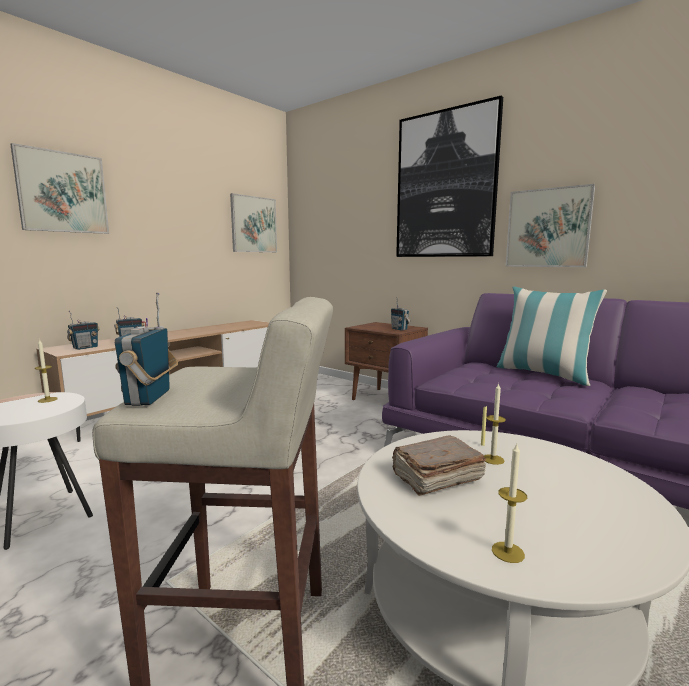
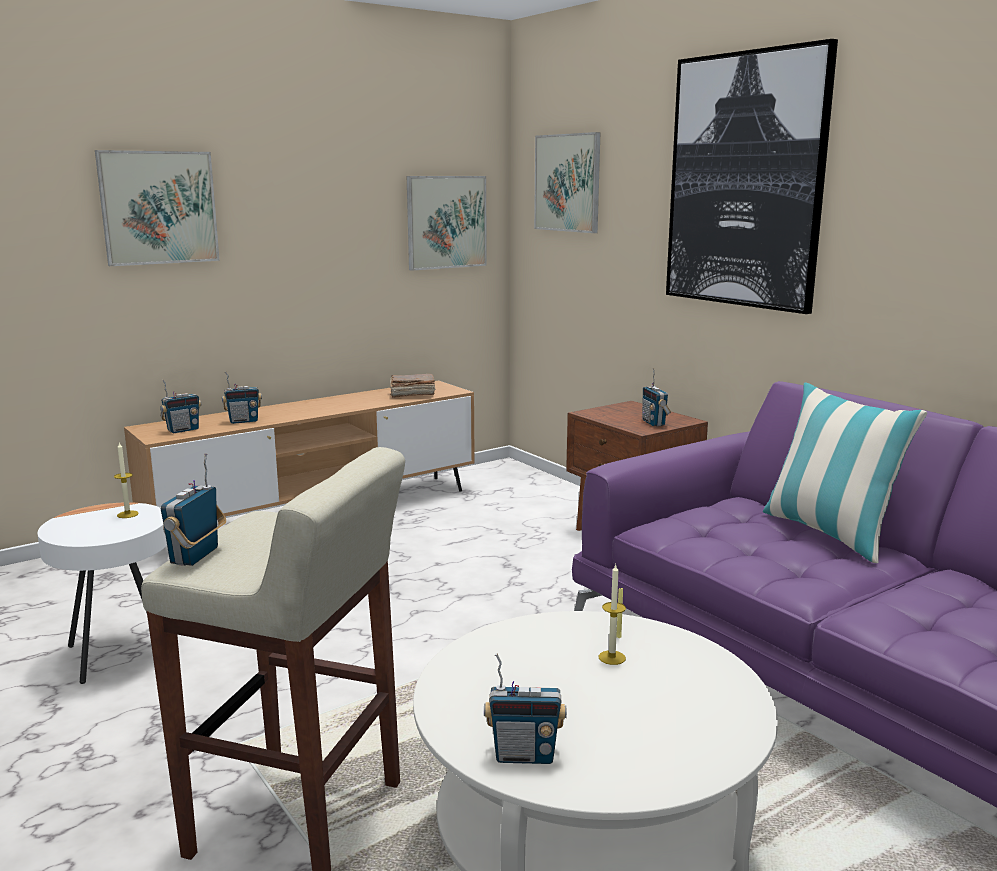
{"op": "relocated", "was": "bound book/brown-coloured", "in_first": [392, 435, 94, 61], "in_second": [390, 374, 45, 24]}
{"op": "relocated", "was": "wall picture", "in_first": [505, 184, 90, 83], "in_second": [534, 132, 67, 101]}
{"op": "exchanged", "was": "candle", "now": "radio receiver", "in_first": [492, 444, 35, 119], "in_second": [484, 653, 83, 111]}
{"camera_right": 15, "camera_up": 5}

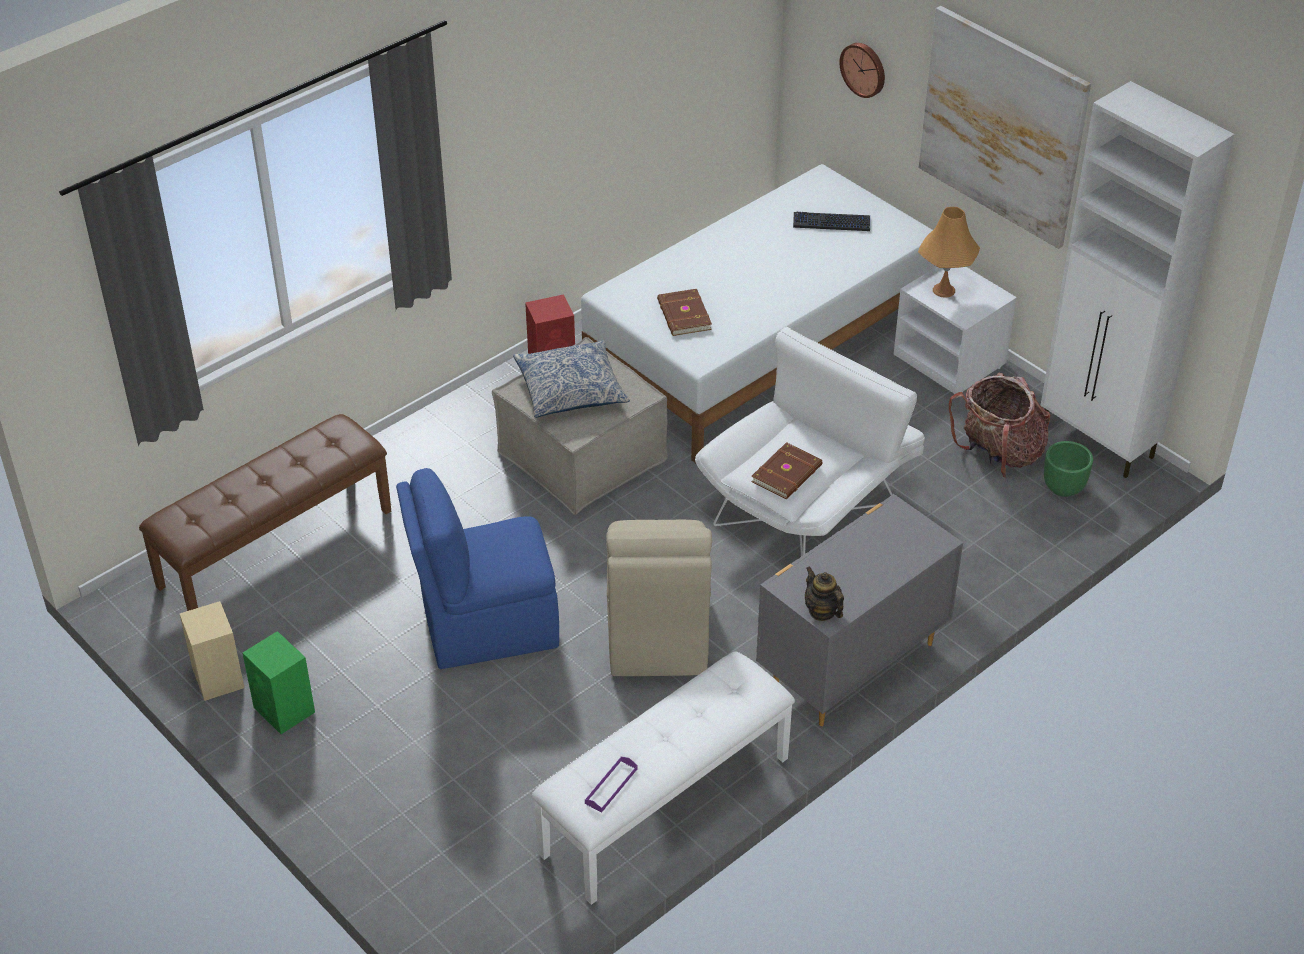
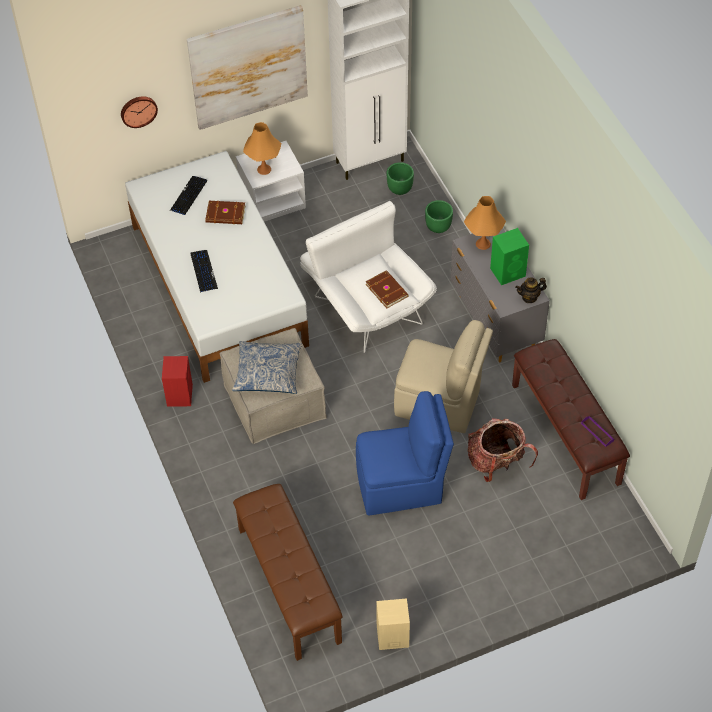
{"op": "appeared", "now": "computer keyboard", "in_second": [190, 250, 28, 43]}
{"op": "appeared", "now": "planter/green-coloured", "in_second": [425, 200, 28, 33]}
{"op": "appeared", "now": "lamp for a table/orange", "in_second": [464, 196, 42, 54]}
{"op": "relocated", "was": "audio speaker/green-coloured", "in_first": [242, 631, 73, 103], "in_second": [490, 228, 39, 57]}
{"op": "relocated", "was": "bound book/brown-coloured", "in_first": [657, 289, 55, 47], "in_second": [205, 201, 40, 23]}
{"op": "relocated", "was": "rucksack", "in_first": [949, 373, 101, 106], "in_second": [467, 418, 71, 64]}
{"op": "colour", "was": "indoor bench/whitish", "now": "indoor bench/brown-coloured", "in_first": [531, 651, 264, 254], "in_second": [512, 339, 118, 161]}
{"op": "spun", "was": "upright chair/bluish", "in_first": [396, 468, 163, 201], "in_second": [356, 391, 98, 125], "clockwise": -105}
{"camera_right": -70, "camera_up": 10}

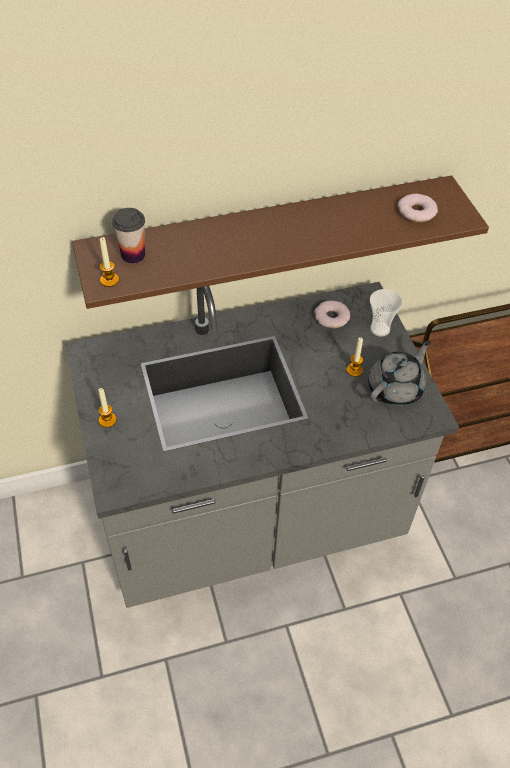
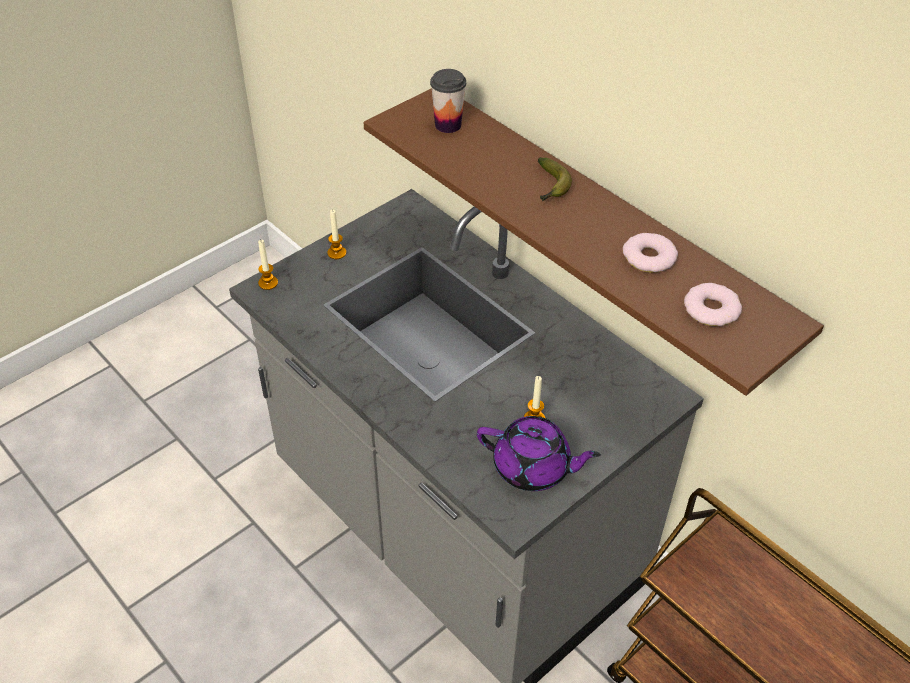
{"op": "missing", "was": "drinking cup", "in_first": [370, 289, 33, 48]}
{"op": "appeared", "now": "banana", "in_second": [538, 158, 34, 43]}
{"op": "relocated", "was": "candle", "in_first": [100, 237, 19, 50], "in_second": [258, 240, 20, 50]}
{"op": "relocated", "was": "ring doughnut", "in_first": [314, 300, 36, 28], "in_second": [623, 233, 55, 40]}
{"op": "colour", "was": "tea pot/gray", "now": "tea pot/purple", "in_first": [368, 340, 63, 66], "in_second": [477, 416, 124, 75]}
{"camera_right": 65, "camera_up": -5}

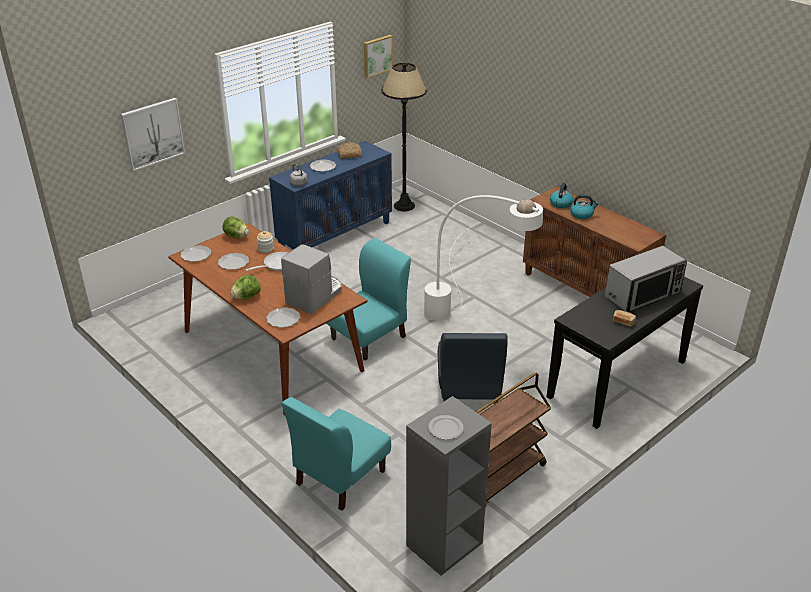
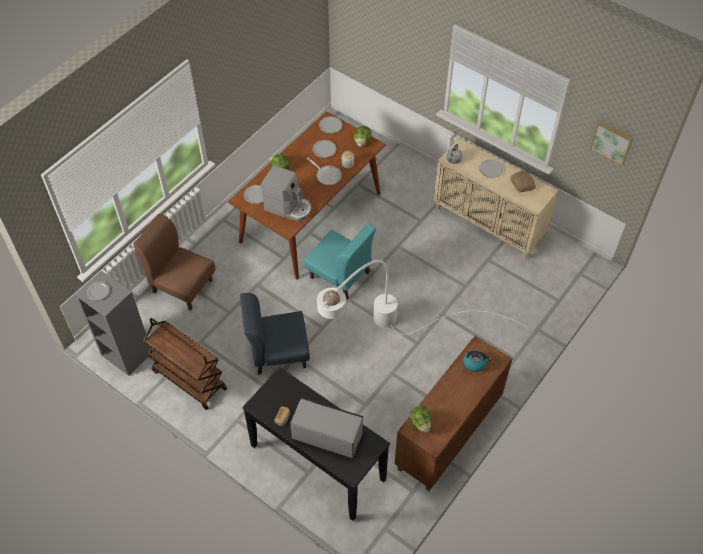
{"op": "missing", "was": "wall picture", "in_first": [121, 98, 64, 73]}
{"op": "missing", "was": "floor lamp/blackish", "in_first": [381, 63, 46, 149]}
{"op": "missing", "was": "tea kettle", "in_first": [570, 194, 29, 25]}
{"op": "appeared", "now": "lettuce head", "in_second": [410, 405, 22, 28]}
{"op": "colour", "was": "storage cabinet/bluish", "now": "storage cabinet/beige-coloured", "in_first": [269, 141, 123, 109], "in_second": [434, 138, 125, 121]}
{"op": "colour", "was": "upright chair/turquoise-coloured", "now": "upright chair/brown-coloured", "in_first": [282, 397, 109, 114], "in_second": [133, 214, 82, 96]}
{"op": "spun", "was": "microwave", "in_first": [605, 246, 82, 66], "in_second": [290, 397, 73, 61], "clockwise": 150}
{"camera_right": 80, "camera_up": 20}

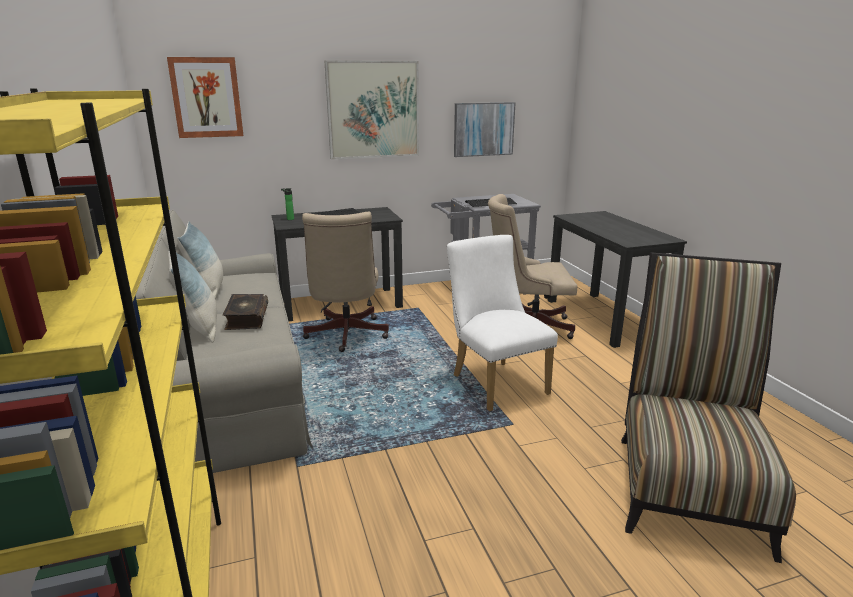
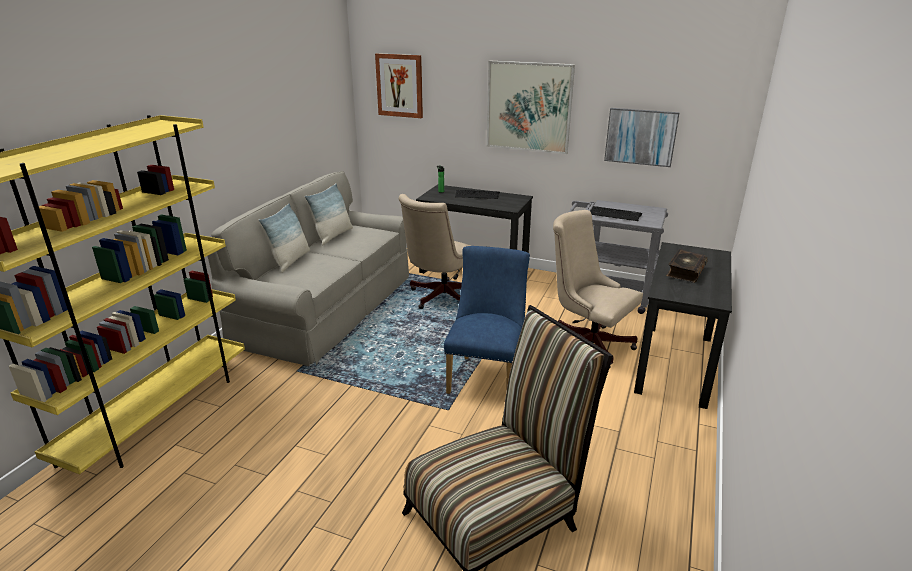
{"op": "relocated", "was": "bound book", "in_first": [223, 294, 45, 36], "in_second": [666, 249, 42, 34]}
{"op": "colour", "was": "upright chair/whitish", "now": "upright chair/bluish", "in_first": [447, 235, 111, 176], "in_second": [444, 246, 86, 148]}
{"camera_right": 40, "camera_up": 5}

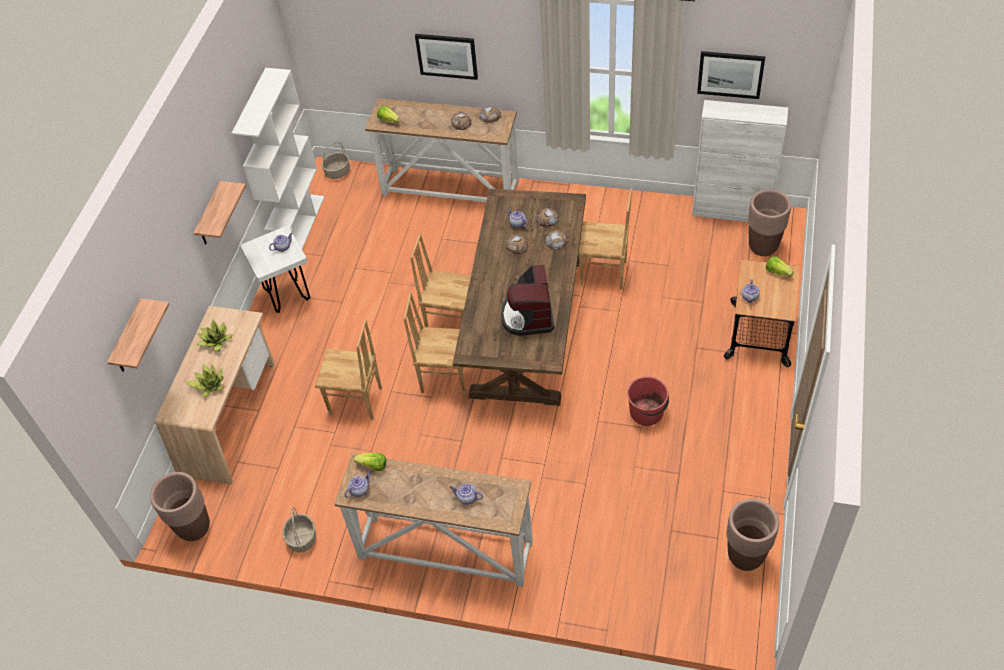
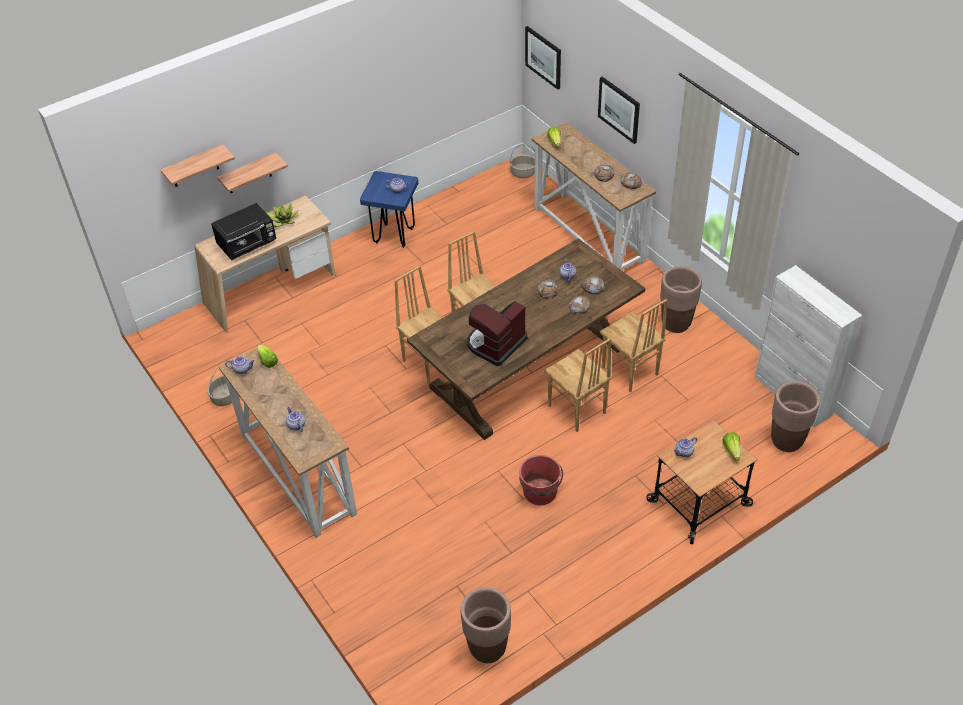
{"op": "missing", "was": "bookshelf/whitish", "in_first": [232, 68, 92, 181]}
{"op": "relocated", "was": "planter/brown-coloured", "in_first": [150, 472, 60, 69], "in_second": [660, 266, 42, 67]}
{"op": "relocated", "was": "shelf", "in_first": [194, 181, 52, 63], "in_second": [217, 152, 71, 41]}
{"op": "relocated", "was": "upright chair/brown-coloured", "in_first": [315, 320, 67, 100], "in_second": [544, 338, 68, 94]}
{"op": "relocated", "was": "wall picture", "in_first": [697, 51, 68, 48], "in_second": [525, 26, 36, 64]}
{"op": "exchanged", "was": "potted plant", "now": "microwave/blackish", "in_first": [185, 364, 38, 33], "in_second": [211, 203, 65, 57]}
{"op": "colour", "was": "stool seat/whitish", "now": "stool seat/bluish", "in_first": [241, 226, 69, 87], "in_second": [360, 171, 58, 77]}
{"camera_right": 40, "camera_up": -5}

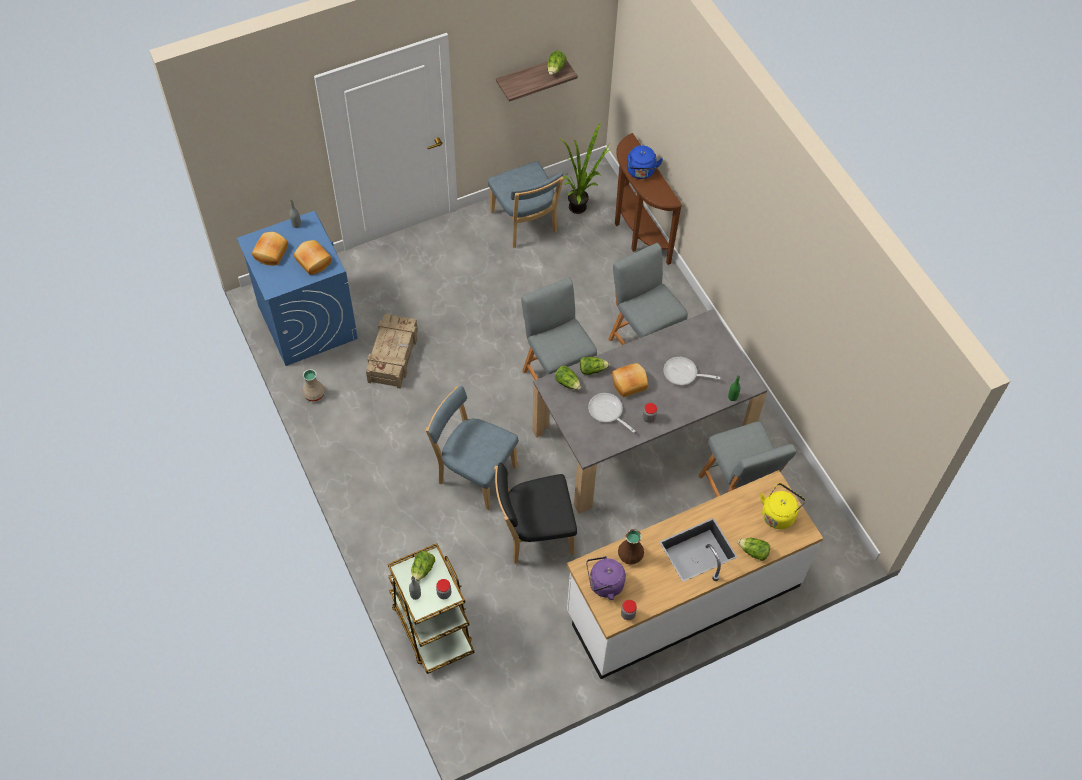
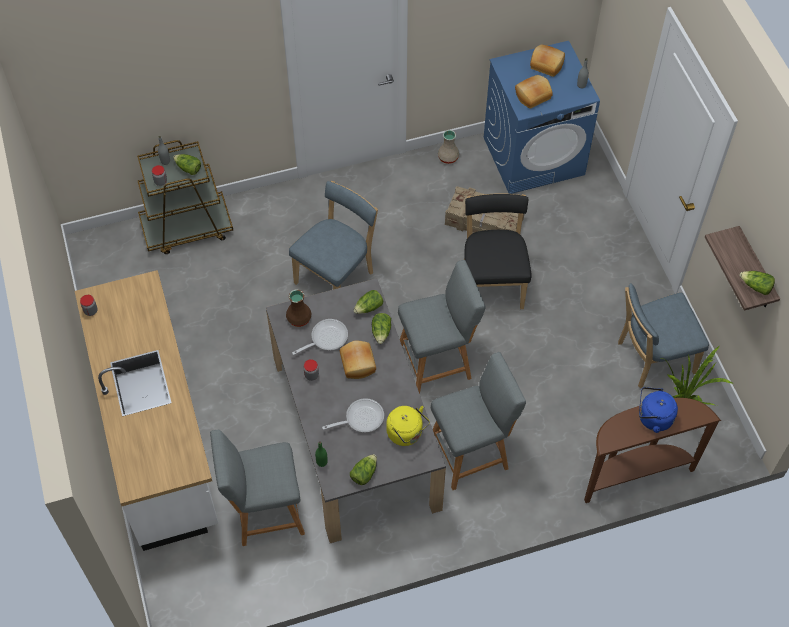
{"op": "missing", "was": "tea kettle/purple", "in_first": [586, 556, 40, 44]}
{"op": "relocated", "was": "upright chair/blackish", "in_first": [494, 462, 83, 102], "in_second": [464, 193, 68, 116]}
{"op": "relocated", "was": "decorative vase/brown-coloured", "in_first": [618, 529, 26, 36], "in_second": [286, 290, 25, 37]}
{"op": "relocated", "was": "lettuce head", "in_first": [738, 538, 32, 23], "in_second": [350, 454, 27, 31]}
{"op": "relocated", "was": "tea kettle/yellow", "in_first": [760, 483, 46, 46], "in_second": [386, 406, 44, 40]}
{"op": "spun", "was": "skillet", "in_first": [663, 357, 57, 28], "in_second": [322, 398, 62, 34], "clockwise": 45}
{"camera_right": 100, "camera_up": 0}

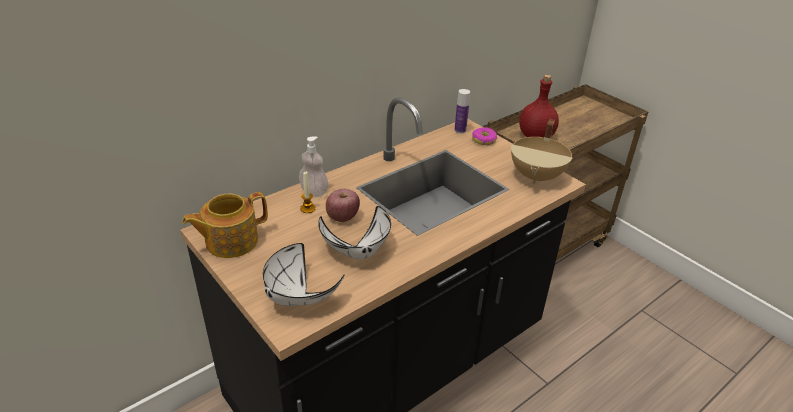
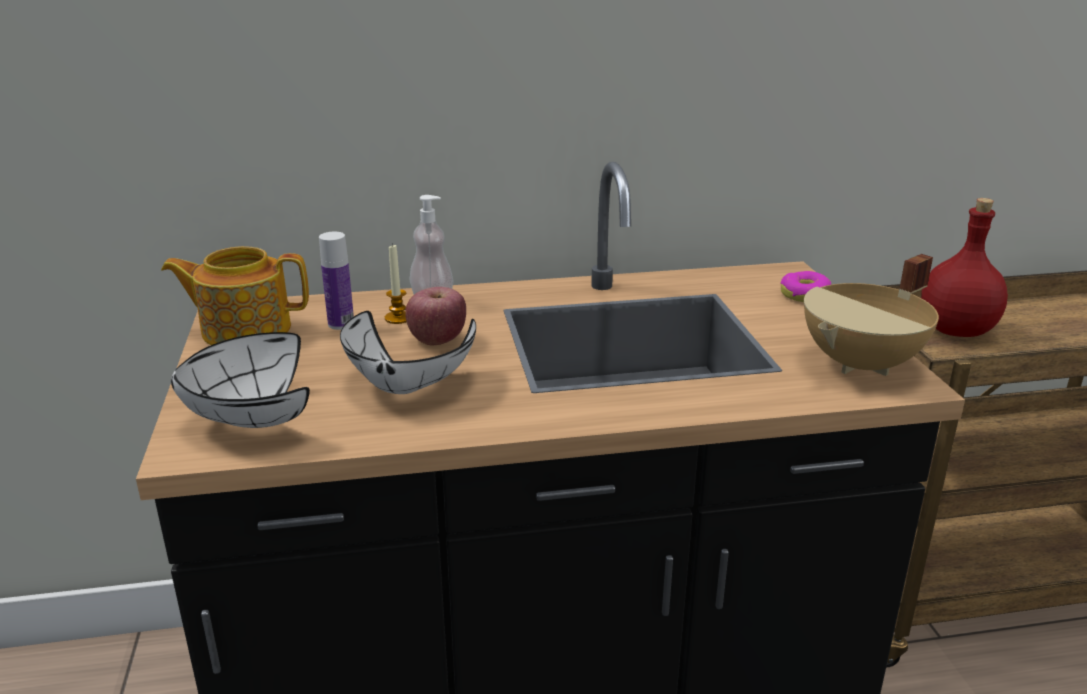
{"op": "relocated", "was": "drink bottle", "in_first": [454, 89, 16, 45], "in_second": [319, 232, 35, 98]}
{"camera_right": 30, "camera_up": -10}

